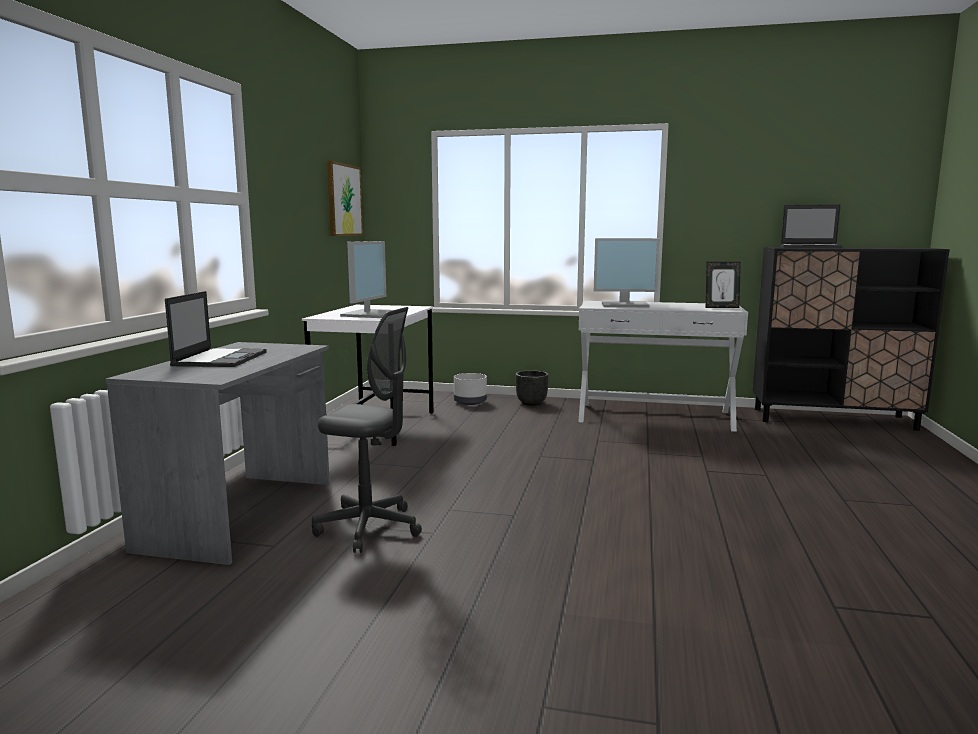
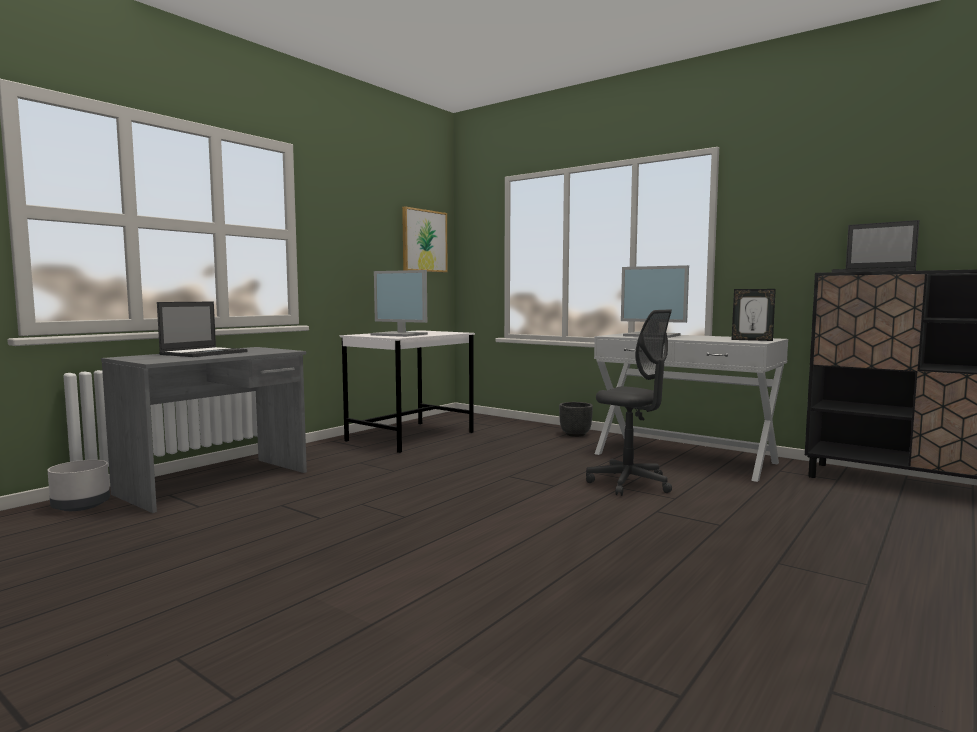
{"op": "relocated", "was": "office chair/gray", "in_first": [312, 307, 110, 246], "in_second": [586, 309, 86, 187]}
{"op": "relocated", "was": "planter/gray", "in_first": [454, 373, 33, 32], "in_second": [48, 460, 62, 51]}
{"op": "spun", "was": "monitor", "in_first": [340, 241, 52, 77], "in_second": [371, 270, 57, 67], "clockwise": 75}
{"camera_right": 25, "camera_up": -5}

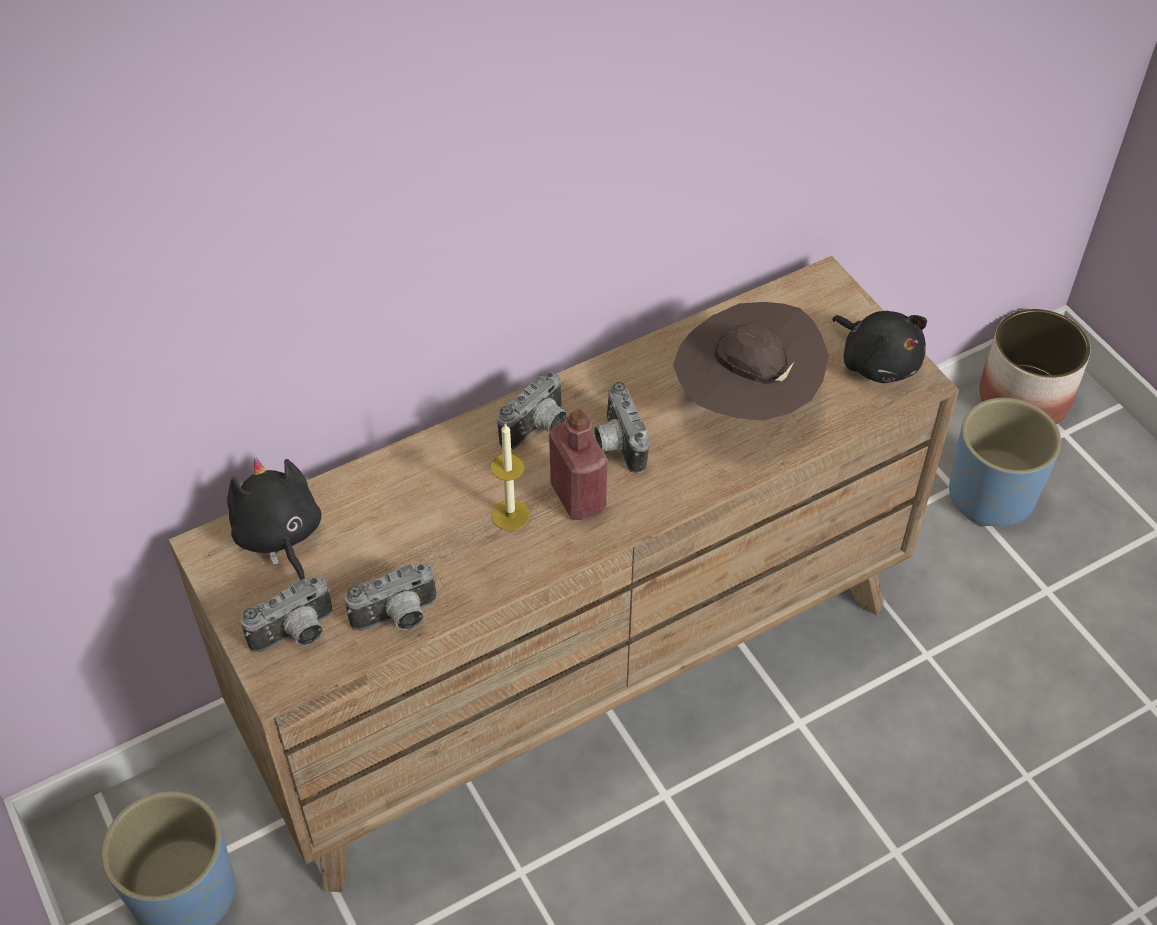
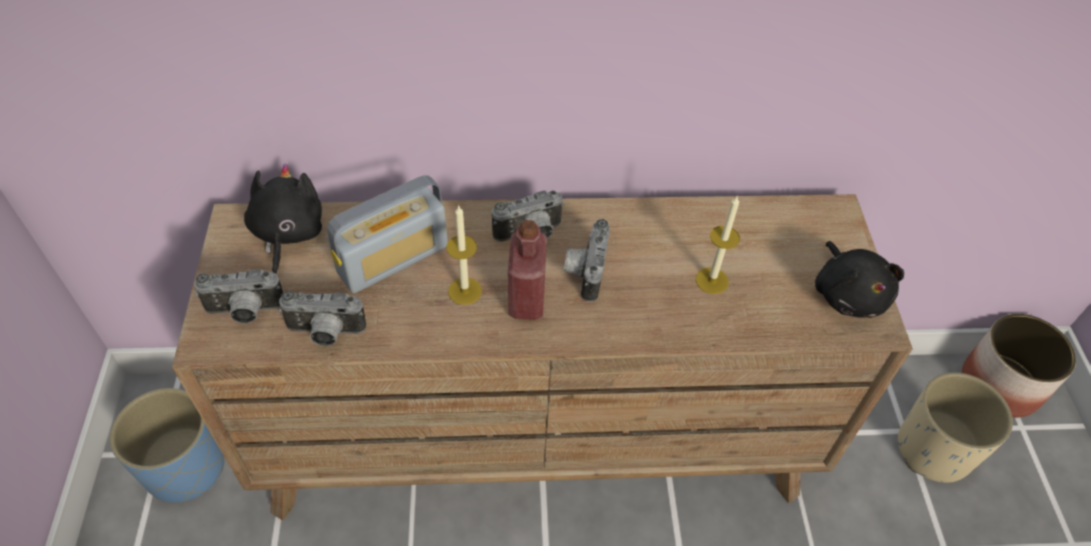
{"op": "appeared", "now": "radio receiver", "in_second": [327, 175, 121, 118]}
{"op": "exchanged", "was": "clothing hat/brown-coloured", "now": "candle", "in_first": [673, 302, 156, 119], "in_second": [696, 195, 44, 99]}
{"op": "colour", "was": "planter/bluish", "now": "planter/beige-coloured", "in_first": [949, 398, 112, 129], "in_second": [898, 372, 115, 111]}
{"camera_right": 25, "camera_up": 0}

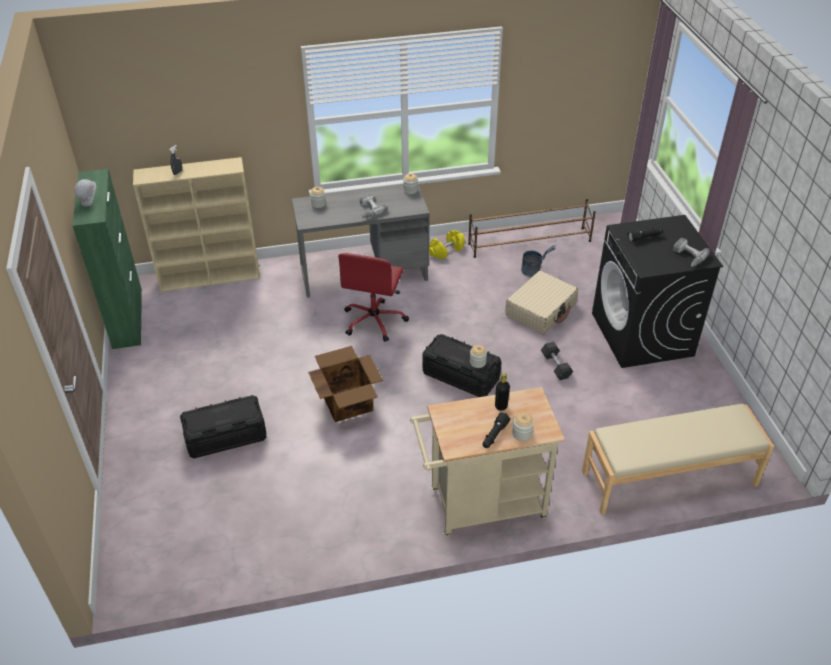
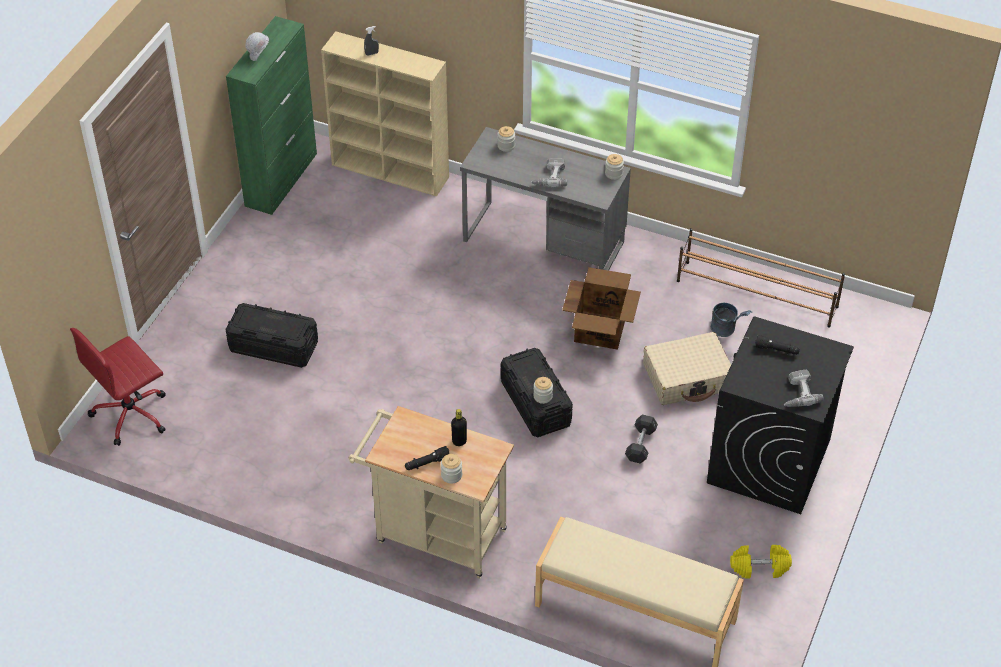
{"op": "relocated", "was": "packing box", "in_first": [308, 346, 75, 76], "in_second": [562, 267, 79, 83]}
{"op": "relocated", "was": "office chair/red-coloured", "in_first": [338, 253, 71, 89], "in_second": [70, 328, 96, 118]}
{"op": "relocated", "was": "dumbbell/yellow", "in_first": [429, 230, 36, 29], "in_second": [730, 545, 62, 34]}
{"camera_right": 35, "camera_up": 5}

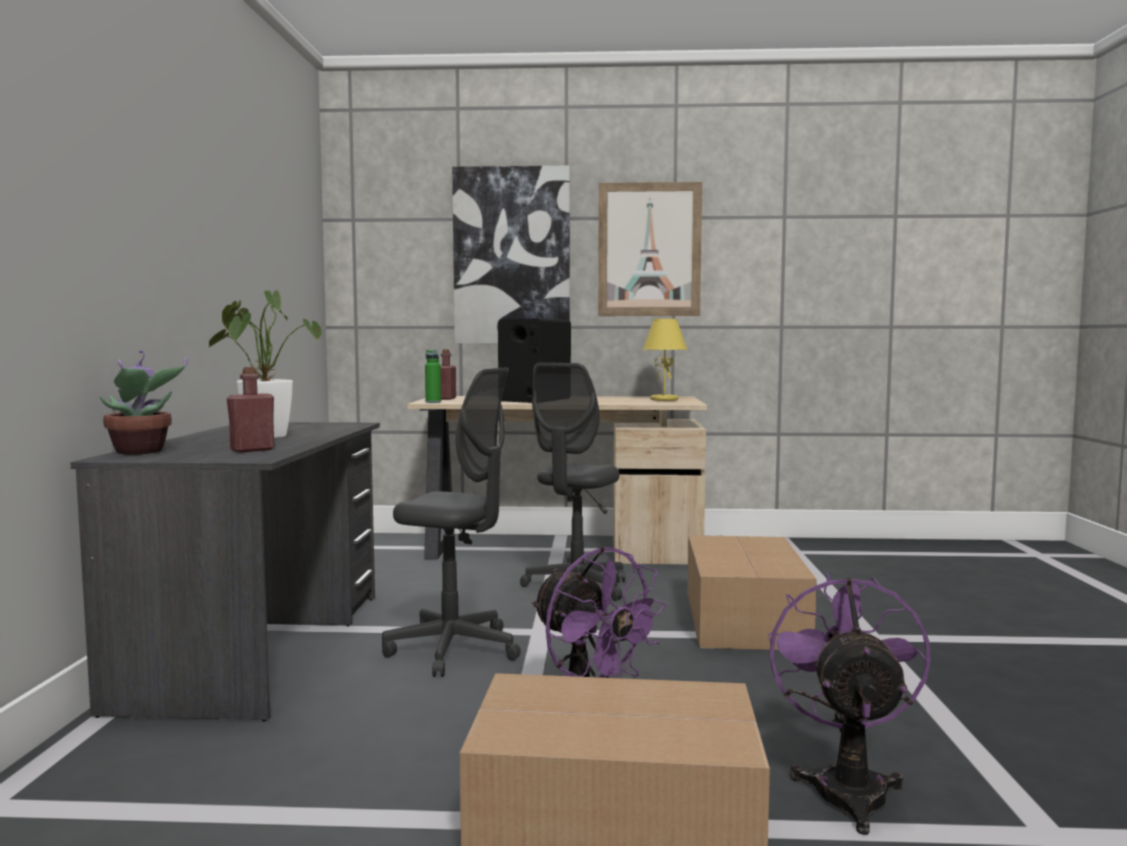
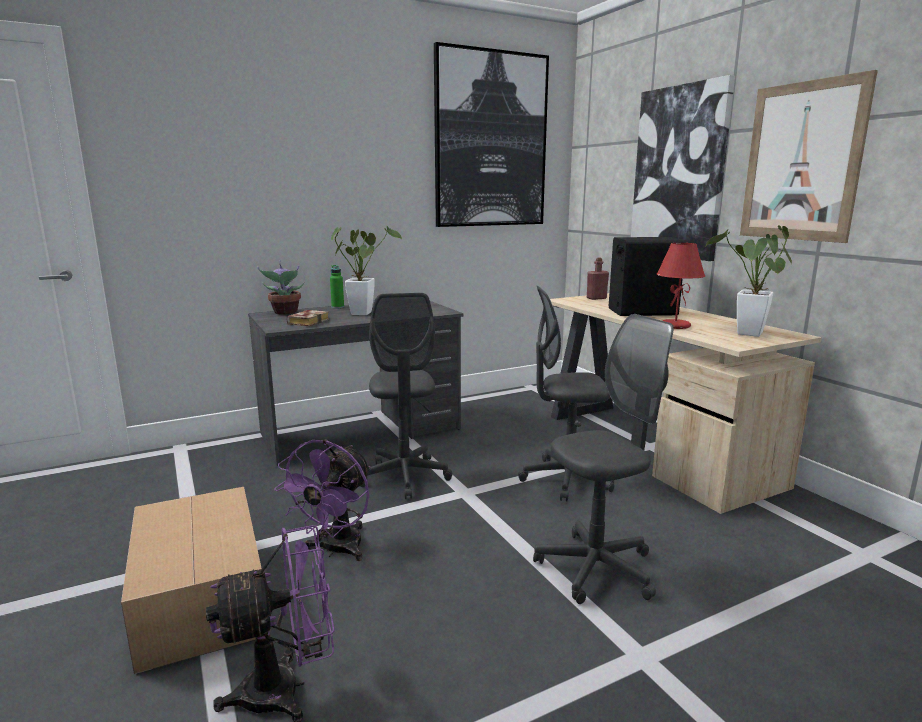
{"op": "appeared", "now": "wall picture", "in_second": [434, 42, 115, 185]}
{"op": "appeared", "now": "lamp for a table/red-coloured", "in_second": [657, 243, 48, 86]}
{"op": "relocated", "was": "drink bottle/green-coloured", "in_first": [425, 350, 16, 53], "in_second": [330, 265, 14, 44]}
{"op": "exchanged", "was": "drink bottle/red-coloured", "now": "bound book", "in_first": [227, 367, 47, 86], "in_second": [287, 310, 42, 16]}
{"op": "exchanged", "was": "lamp for a table/yellow", "now": "potted plant", "in_first": [643, 319, 44, 82], "in_second": [705, 225, 87, 112]}
{"op": "exchanged", "was": "packing box", "now": "office chair/gray", "in_first": [688, 535, 129, 115], "in_second": [533, 314, 141, 290]}
{"camera_right": 60, "camera_up": 10}

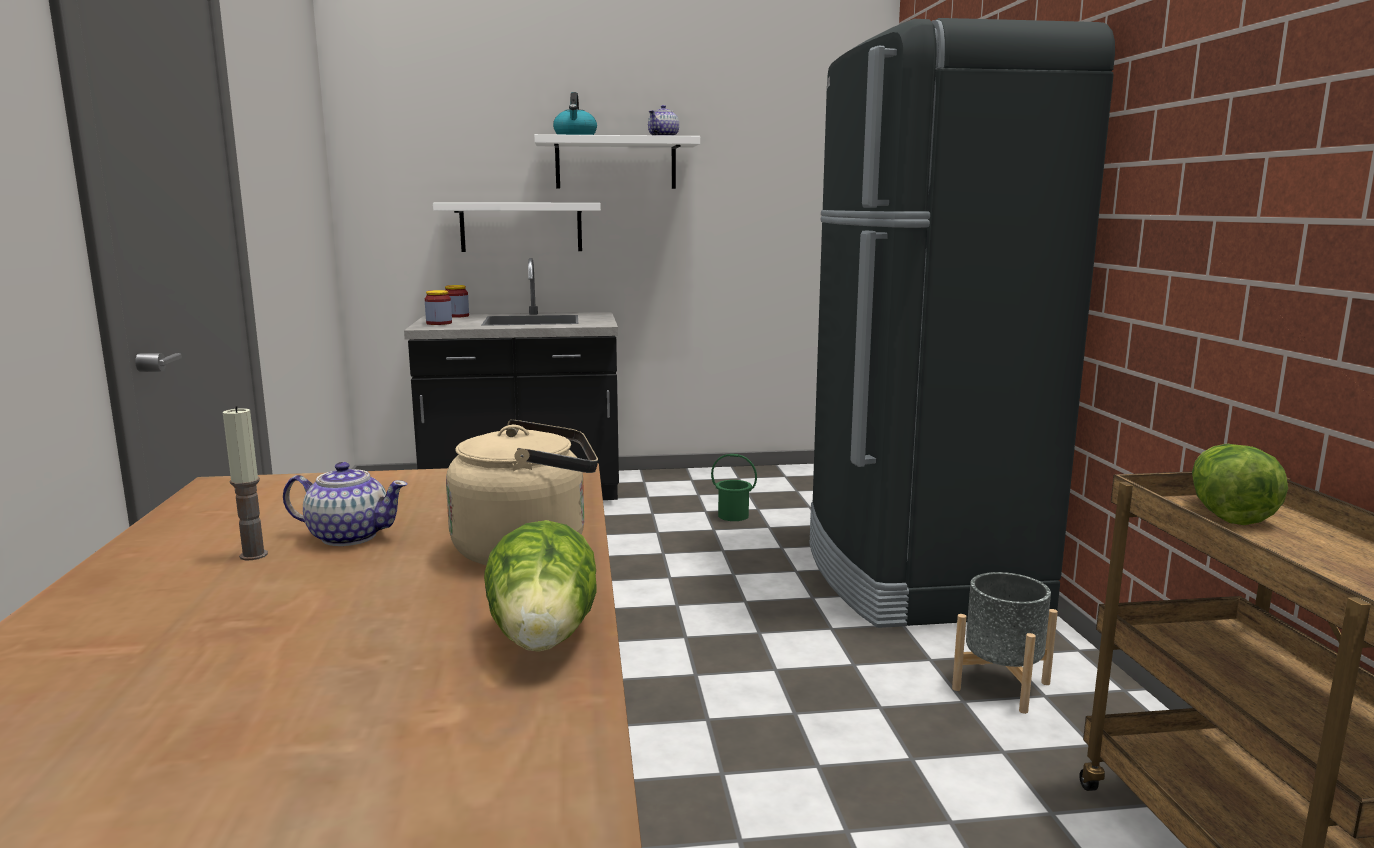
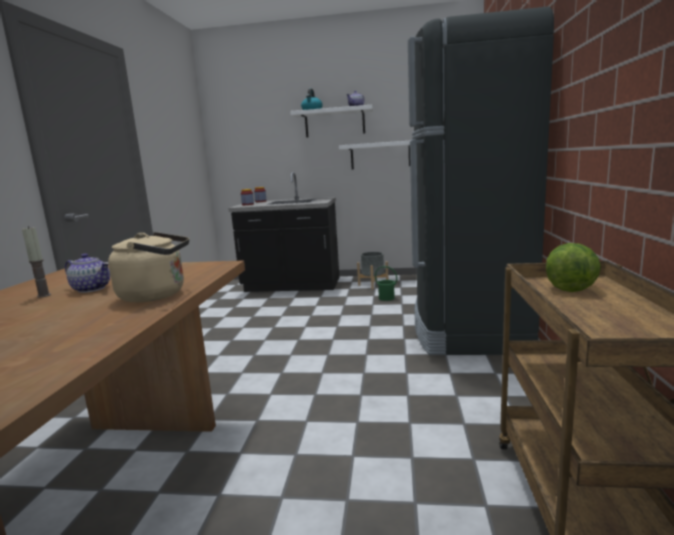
{"op": "missing", "was": "lettuce head", "in_first": [484, 520, 113, 132]}
{"op": "relocated", "was": "shelf/whitish", "in_first": [433, 203, 168, 49], "in_second": [339, 141, 71, 29]}
{"op": "relocated", "was": "planter/gray", "in_first": [952, 572, 106, 142], "in_second": [357, 252, 32, 38]}
{"camera_right": 15, "camera_up": 0}

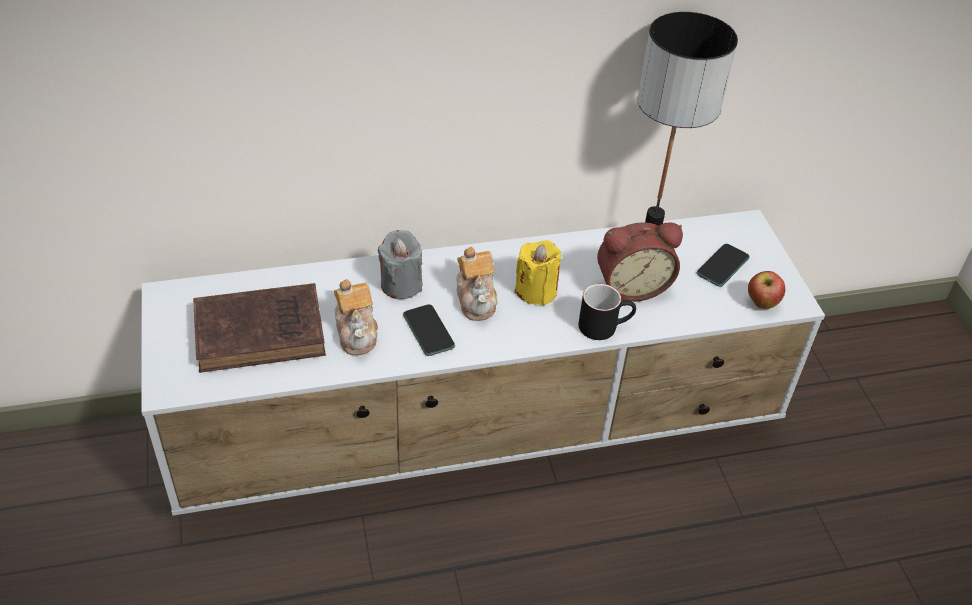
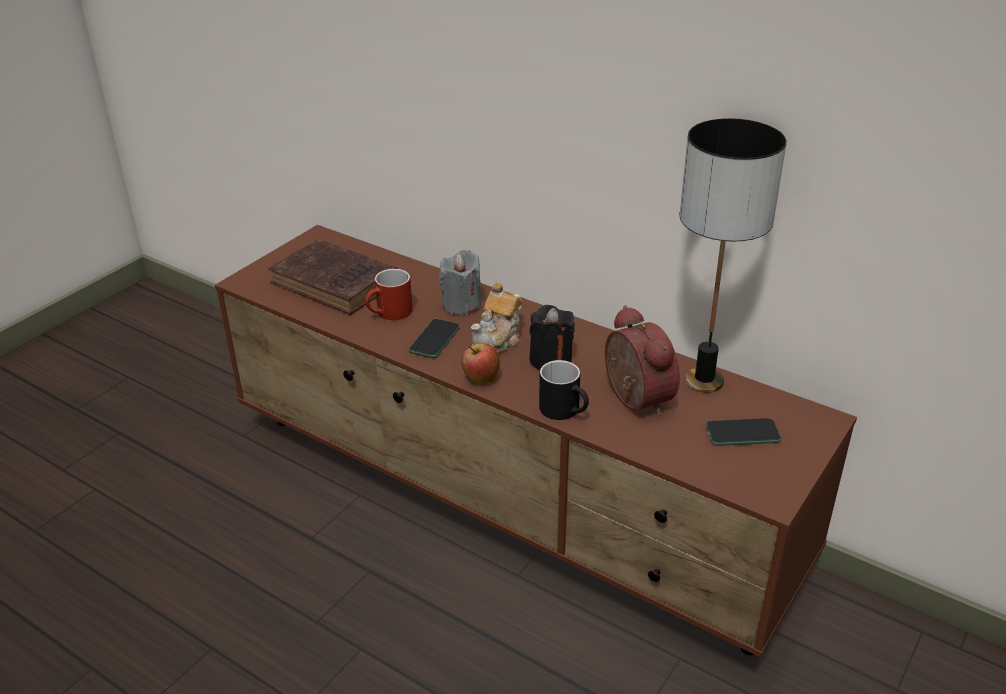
{"op": "relocated", "was": "whole apple", "in_first": [748, 271, 37, 38], "in_second": [461, 343, 39, 42]}
{"op": "exchanged", "was": "tea pot", "now": "tea mug/red-coloured", "in_first": [334, 279, 44, 76], "in_second": [365, 269, 48, 51]}
{"op": "colour", "was": "tv unit/whitish", "now": "tv unit/brown-coloured", "in_first": [141, 210, 684, 306], "in_second": [215, 225, 642, 433]}
{"op": "colour", "was": "candle/yellow", "now": "candle/blackish", "in_first": [514, 240, 47, 66], "in_second": [529, 305, 46, 66]}
{"op": "spun", "was": "alarm clock", "in_first": [597, 222, 86, 80], "in_second": [605, 305, 75, 111], "clockwise": -150}
{"camera_right": 50, "camera_up": -10}

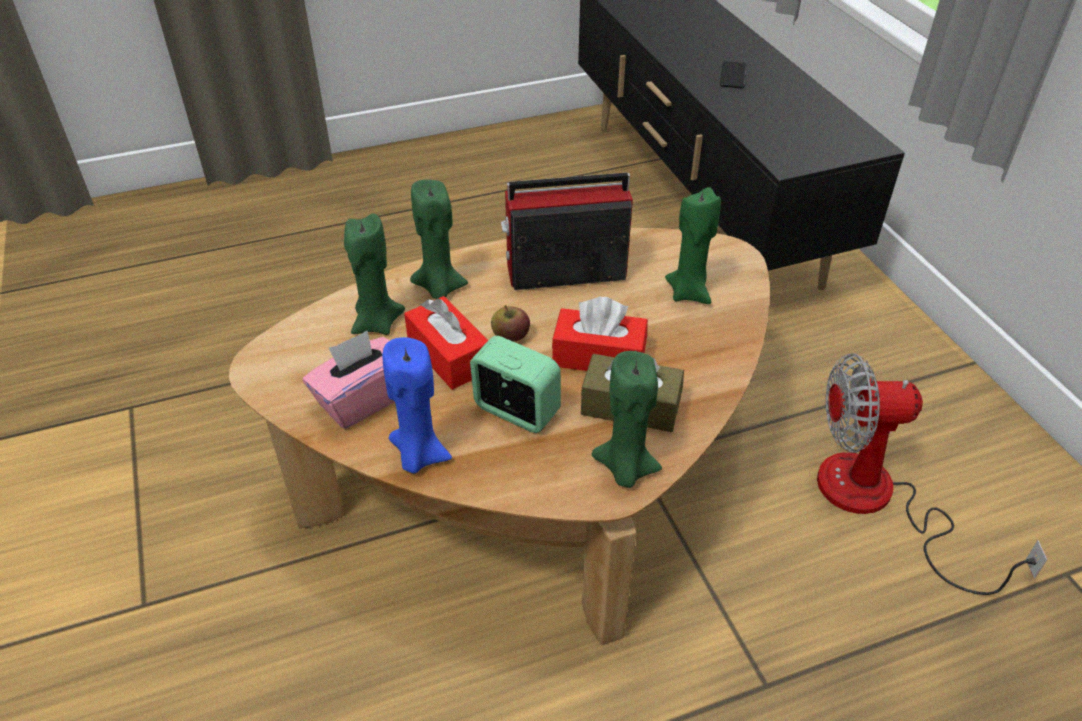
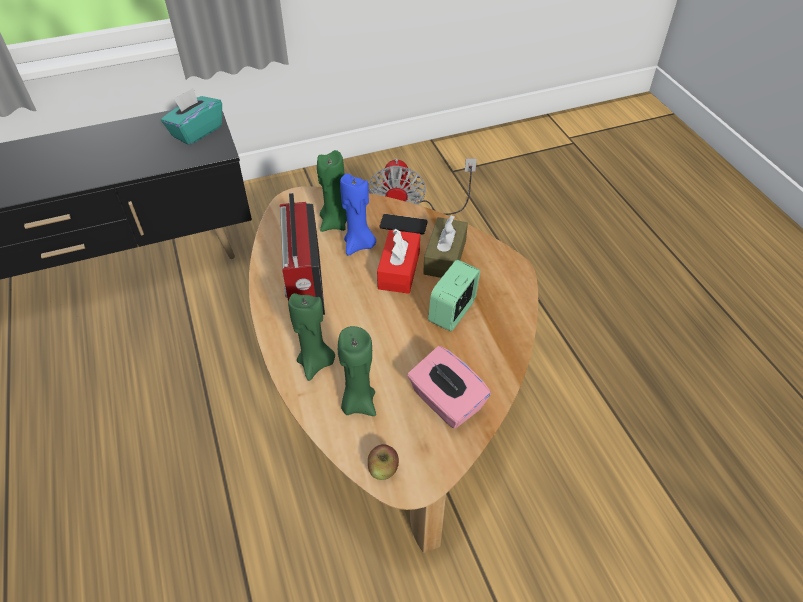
{"op": "missing", "was": "tissue holder/red-coloured", "in_first": [404, 296, 84, 94]}
{"op": "missing", "was": "candle/green-coloured", "in_first": [592, 351, 70, 137]}
{"op": "appeared", "now": "tissue holder/turquoise-coloured", "in_second": [161, 88, 61, 57]}
{"op": "relocated", "was": "candle/bluish", "in_first": [383, 337, 69, 136], "in_second": [340, 173, 36, 83]}
{"op": "relocated", "was": "whole apple", "in_first": [491, 305, 39, 37], "in_second": [368, 444, 31, 36]}
{"op": "relocated", "was": "handset", "in_first": [720, 61, 27, 27], "in_second": [379, 214, 49, 20]}
{"camera_right": -90, "camera_up": 5}

